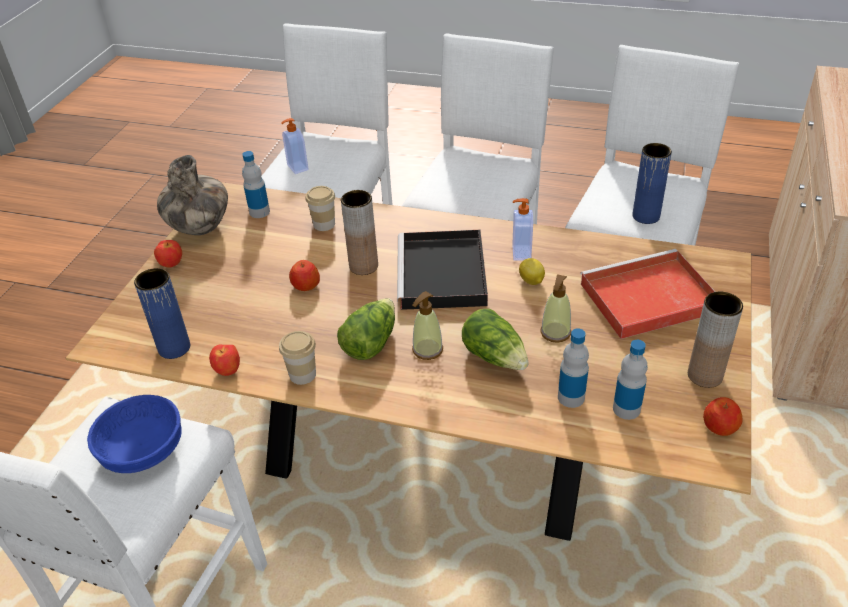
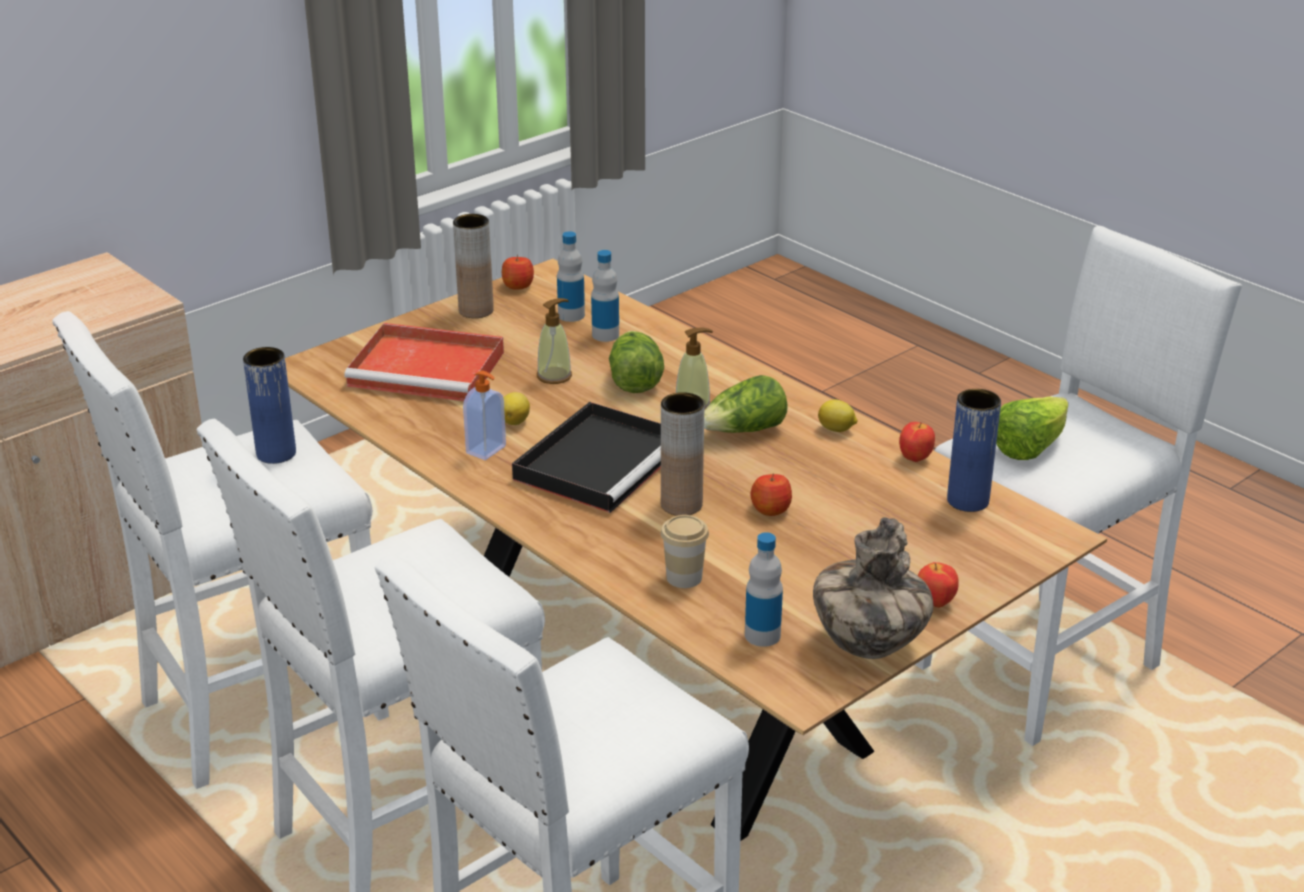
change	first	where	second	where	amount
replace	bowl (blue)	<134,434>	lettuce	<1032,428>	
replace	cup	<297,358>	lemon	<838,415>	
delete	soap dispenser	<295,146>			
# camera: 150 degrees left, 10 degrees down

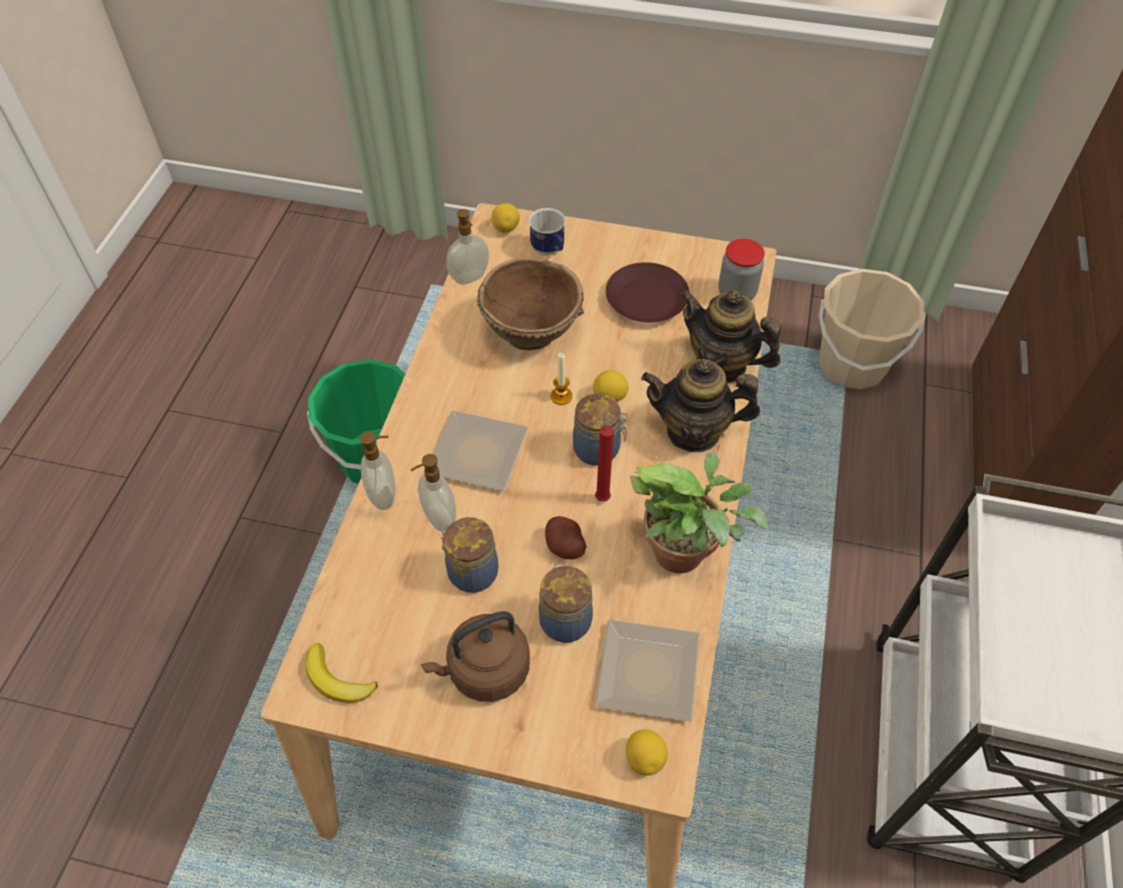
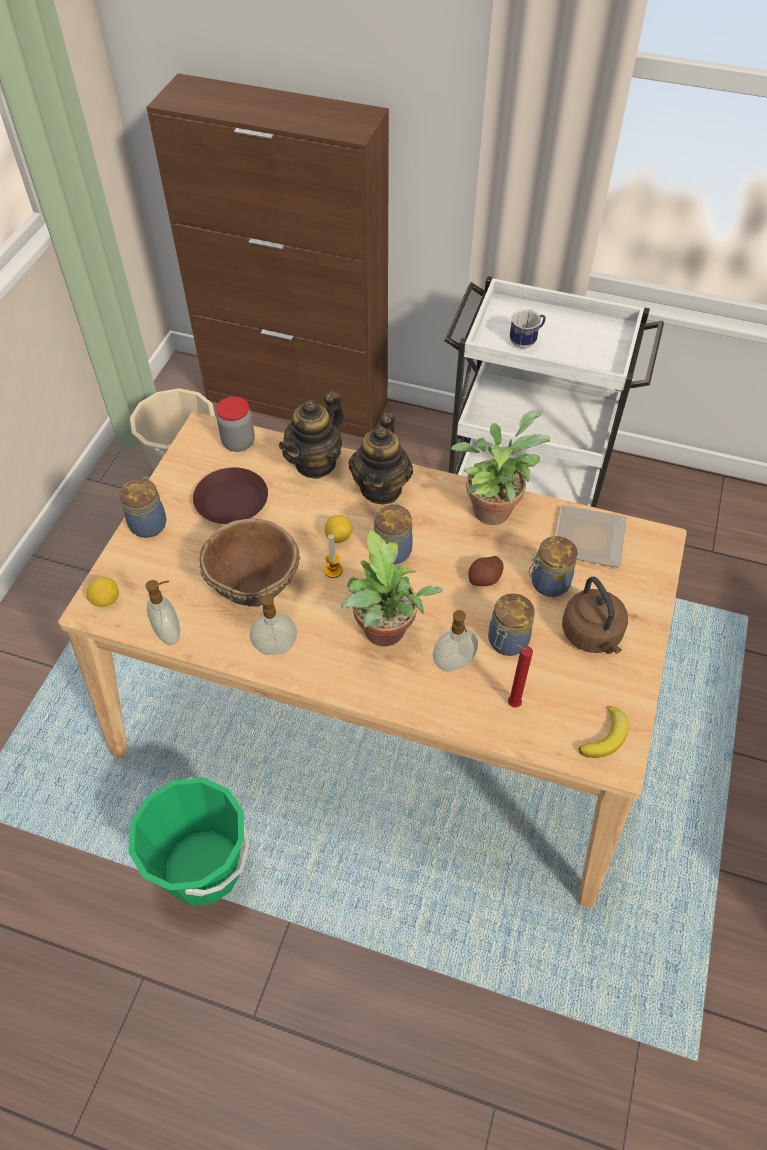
change	first	where	second	where	amount
move	soap dispenser	<378,471>		<273,621>	
replace	plate	<480,450>	potted plant	<392,588>	
move	mug	<547,232>		<528,329>	
move	candle (red)	<604,456>		<520,676>	
delete	lemon	<647,752>			
insert			jar	<142,507>	
# camera: 85 degrees left, 0 degrees up

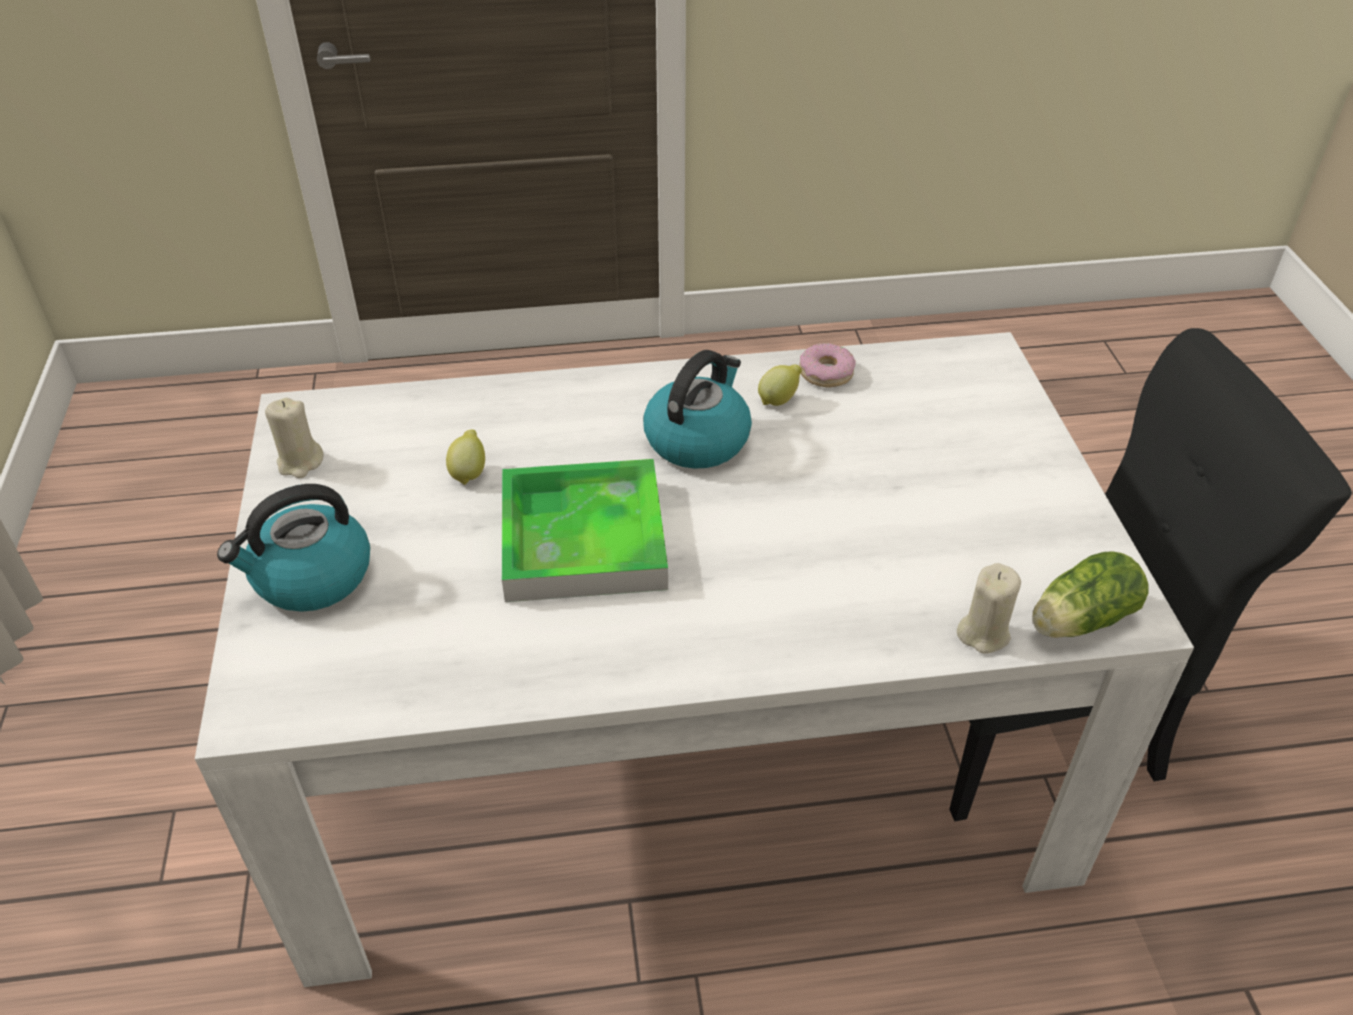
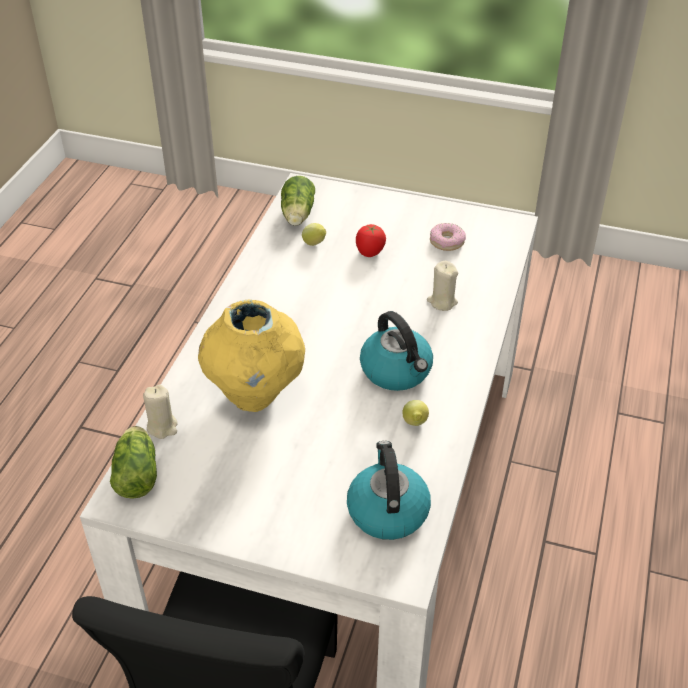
change	first	where	second	where	amount
move	kettle	<293,548>		<389,490>	
move	candle (beige)	<294,438>		<442,286>	
move	lemon	<465,457>		<314,234>	
delete	tray	<585,530>			
move	donut	<827,365>		<448,237>	
insert			vase (yellow)	<251,356>	
insert			lettuce	<298,201>	
insert			tomato	<371,240>	
# camera: 115 degrees right, 0 degrees up

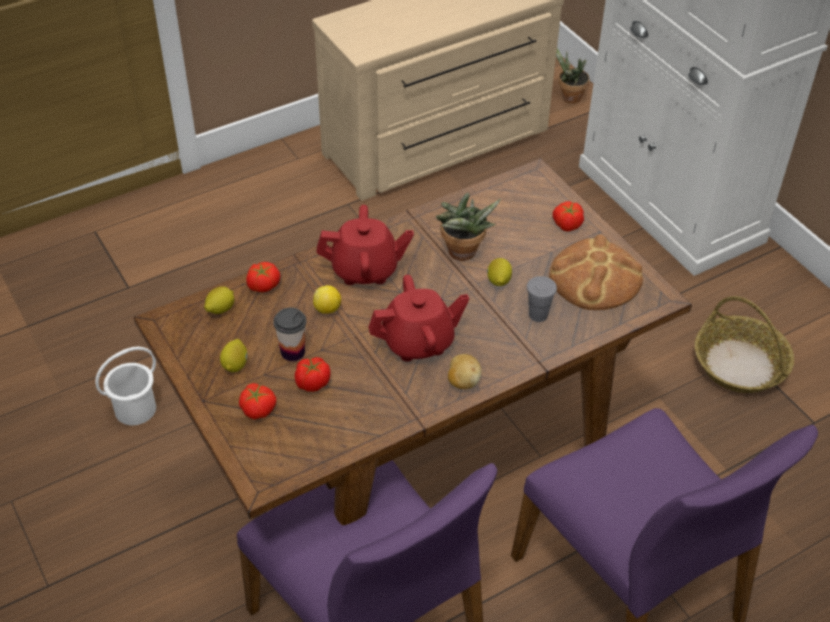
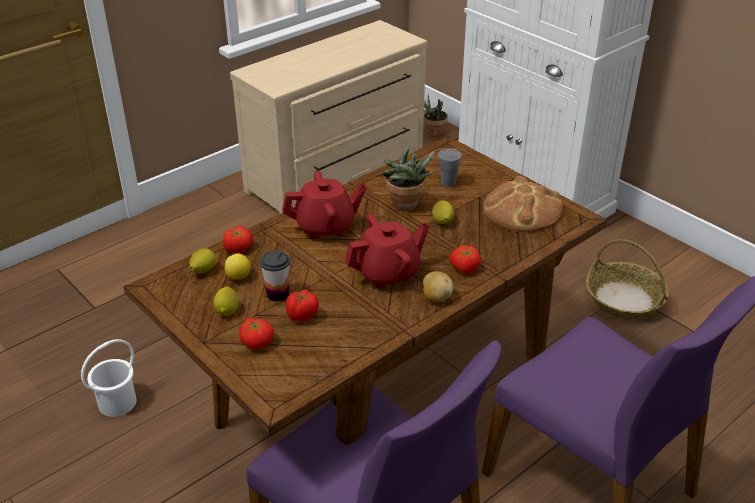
change	first	where	second	where	amount
move	lemon	<327,299>		<238,267>	
move	cup (grey)	<542,299>		<450,168>	
move	tomato	<568,216>		<465,259>	
# camera: 10 degrees left, 10 degrees down

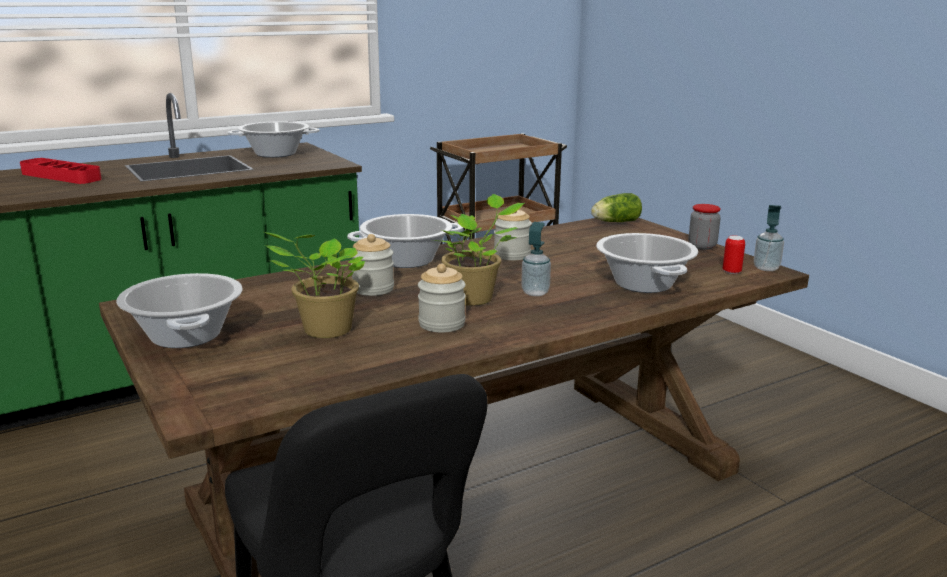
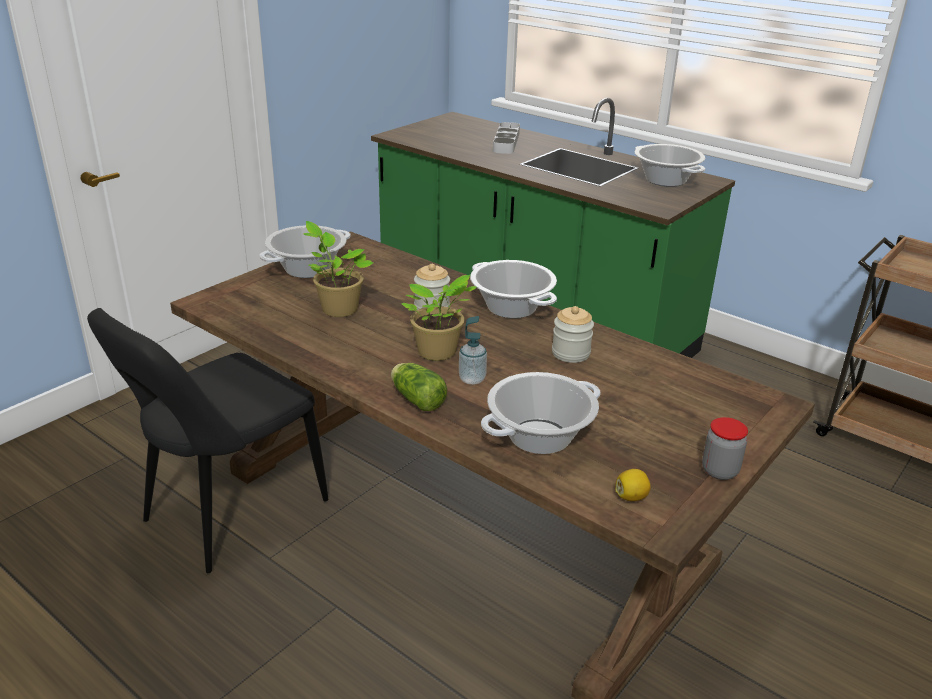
change	first	where	second	where	amount
recolor	tray (red)	<61,171>	tray (grey)	<506,138>	
delete	jar	<442,298>			
move	lettuce	<616,207>		<419,387>	
replace	can	<734,255>	lemon	<633,485>	
delete	soap dispenser	<769,238>			
# camera: 70 degrees right, 10 degrees up

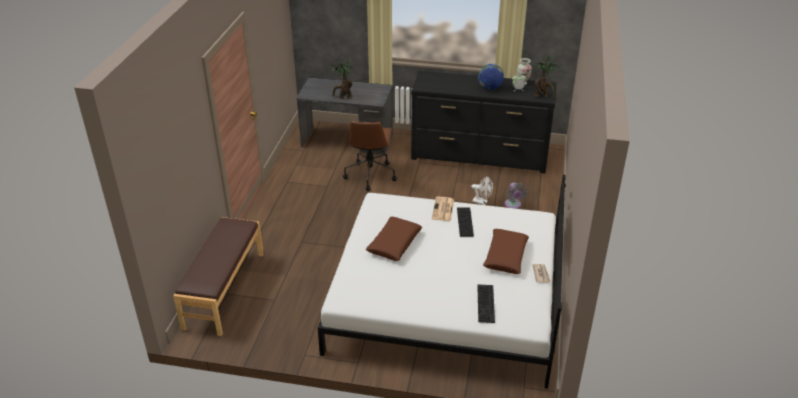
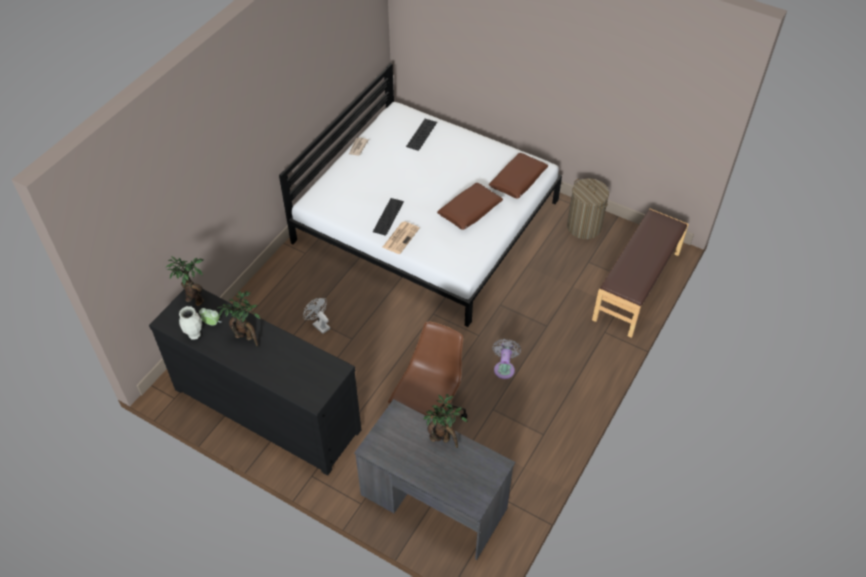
change	first	where	second	where	amount
replace	globe	<491,77>	potted plant	<239,319>	
move	pillow (brown)	<506,251>		<518,175>	
move	fan (grey)	<516,196>		<507,359>	
insert			laundry basket	<588,209>	
# camera: 160 degrees left, 15 degrees up

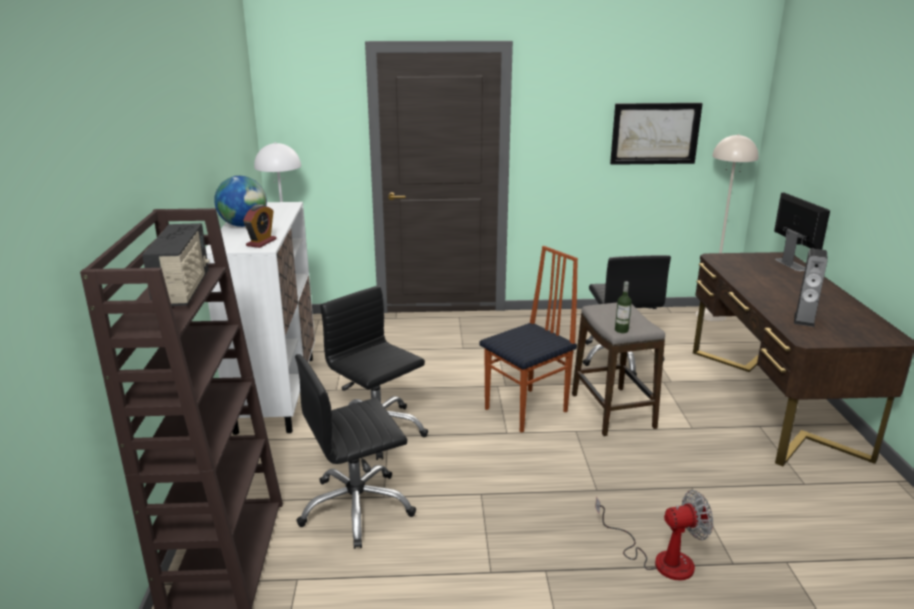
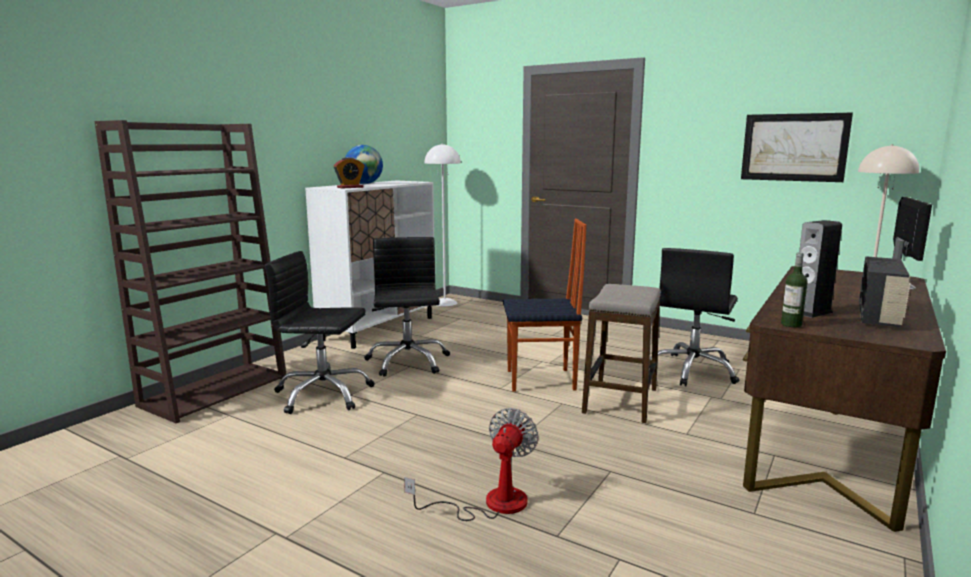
change	first	where	second	where	amount
move	radio	<176,264>		<884,292>	
rotate	fan	<654,535>		<471,464>	90 degrees counterclockwise
move	bottle	<623,307>		<794,289>	
# camera: 35 degrees right, 10 degrees down

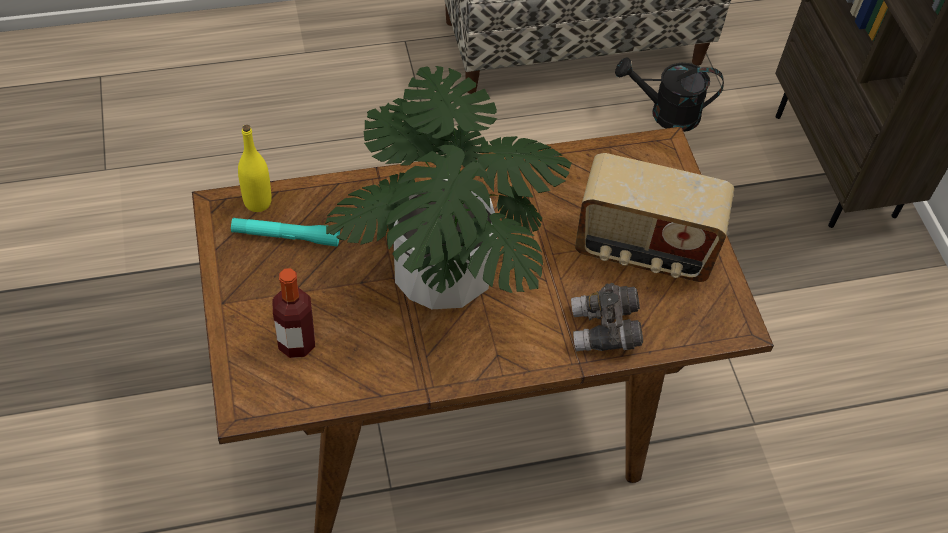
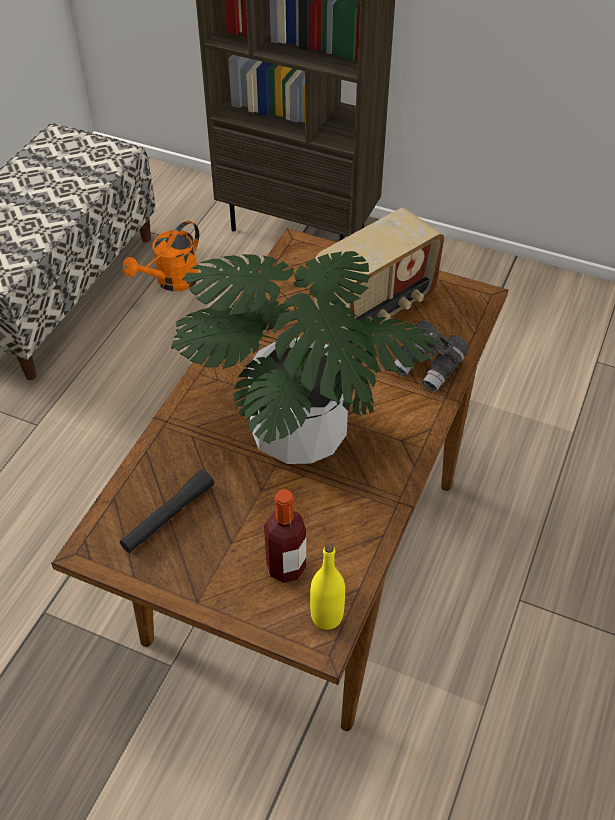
change	first	where	second	where	amount
recolor	flashlight (turquoise)	<285,232>	flashlight (black)	<167,511>	
move	bottle (yellow)	<255,168>		<327,587>	
recolor	watering can (black)	<669,94>	watering can (orange)	<161,256>	
# camera: 50 degrees left, 5 degrees down

